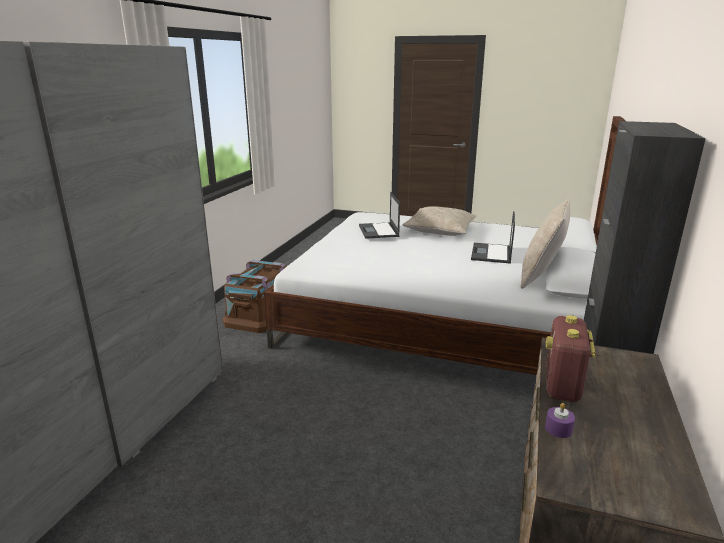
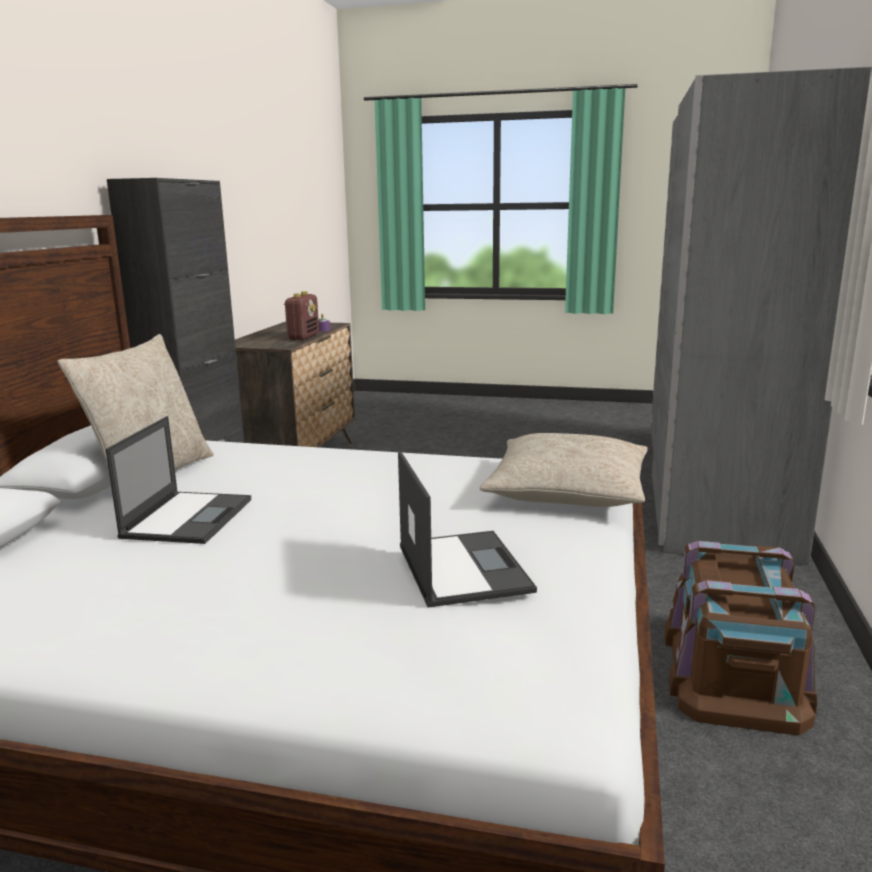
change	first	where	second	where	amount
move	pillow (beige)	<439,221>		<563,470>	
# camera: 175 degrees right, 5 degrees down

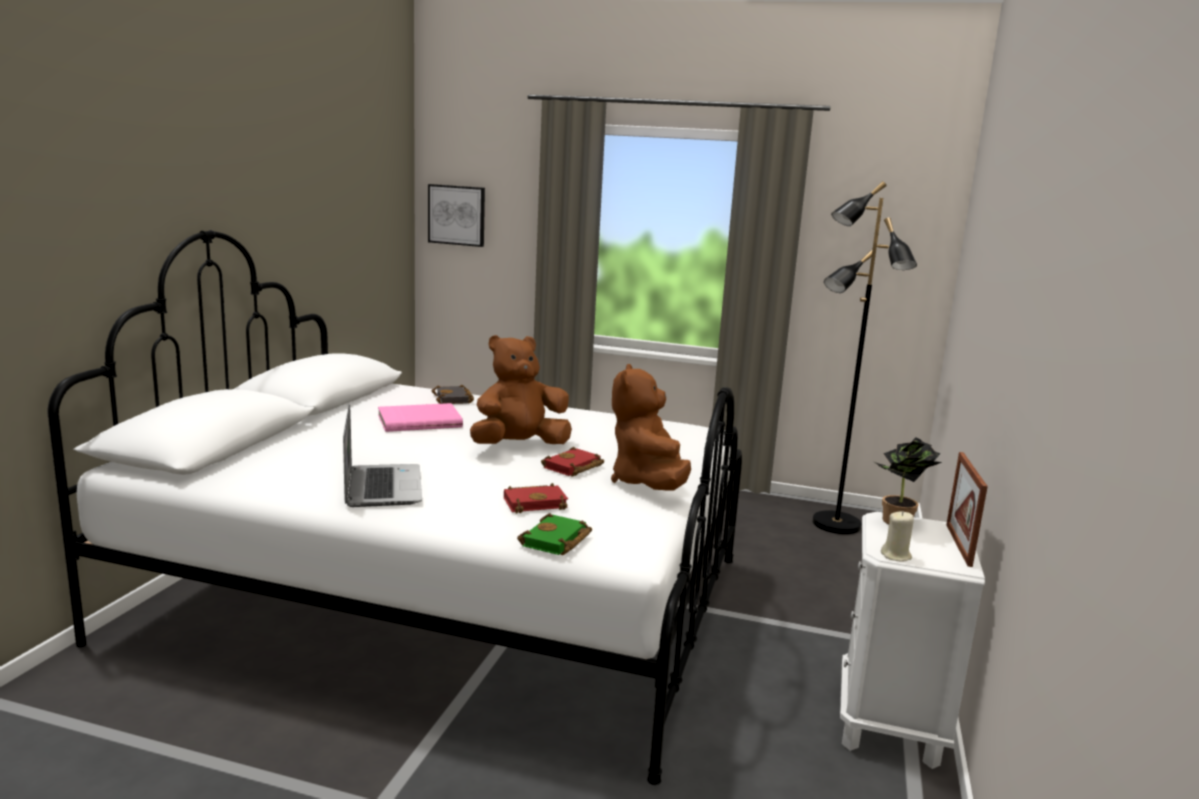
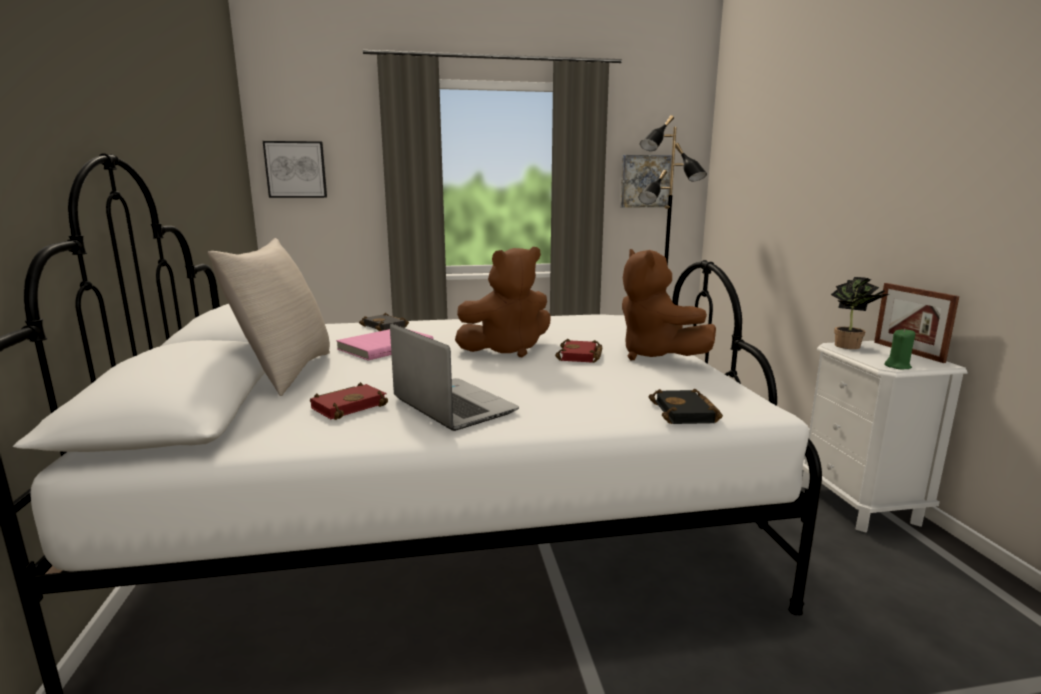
change	first	where	second	where	amount
rotate	plush toy (brown)	<521,389>		<503,302>	150 degrees counterclockwise
move	book (red)	<536,498>		<349,401>	
recolor	book (green)	<554,534>	book (black)	<686,406>	
recolor	candle (beige)	<897,536>	candle (green)	<899,348>	
insert			pillow (beige)	<269,317>	
insert			picture	<646,181>	
# camera: 25 degrees left, 0 degrees up

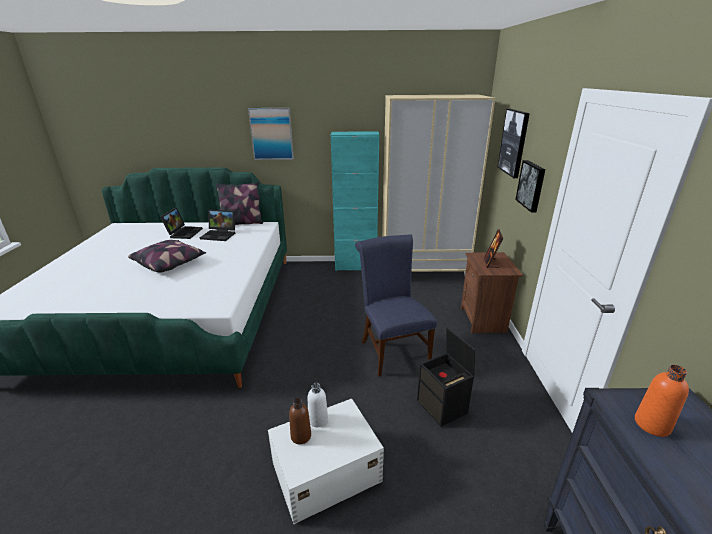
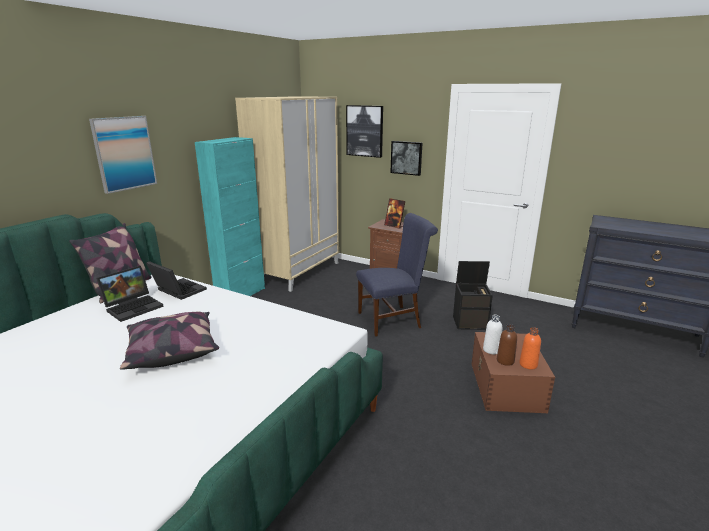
change	first	where	second	where	amount
move	laptop	<181,223>		<176,280>	
recolor	storage box (white)	<326,461>	storage box (brown)	<513,372>	
rotate	chair (blue)	<396,305>		<397,275>	150 degrees clockwise
move	bottle (orange)	<662,401>		<530,348>	
# camera: 60 degrees left, 5 degrees down

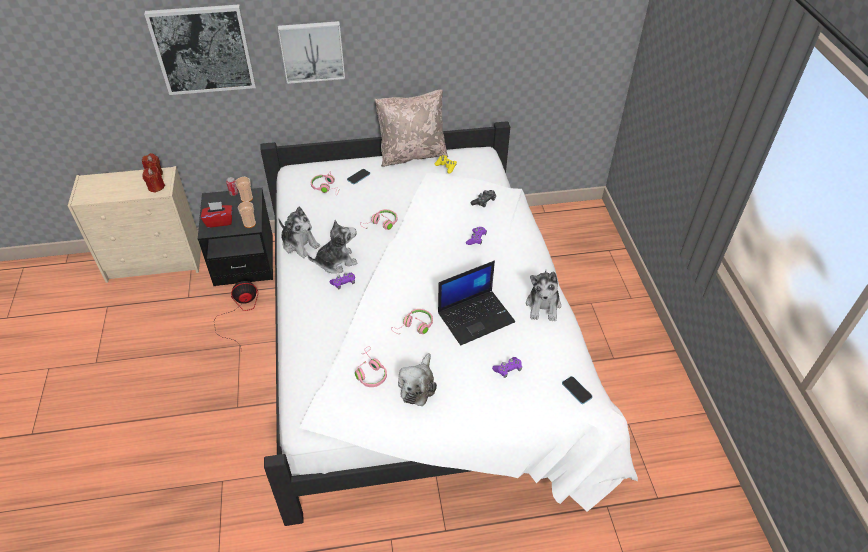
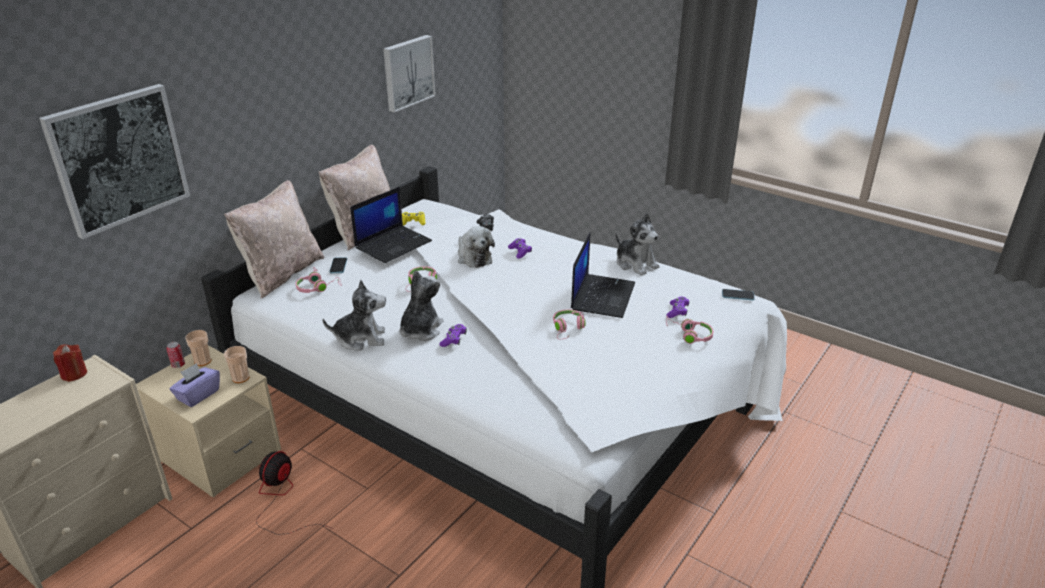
change	first	where	second	where	amount
delete	candle (red)	<153,179>			
recolor	nightstand (black)	<235,237>	nightstand (beige)	<208,421>	
recolor	tissue box (red)	<216,215>	tissue box (purple)	<194,385>	
move	picture	<311,52>		<409,74>	
move	headphones (pink)	<371,366>		<689,330>	
move	plush toy	<417,379>		<476,247>	
insert			pillow (beige)	<274,239>	
insert			laptop	<391,225>	
# camera: 45 degrees left, 15 degrees down

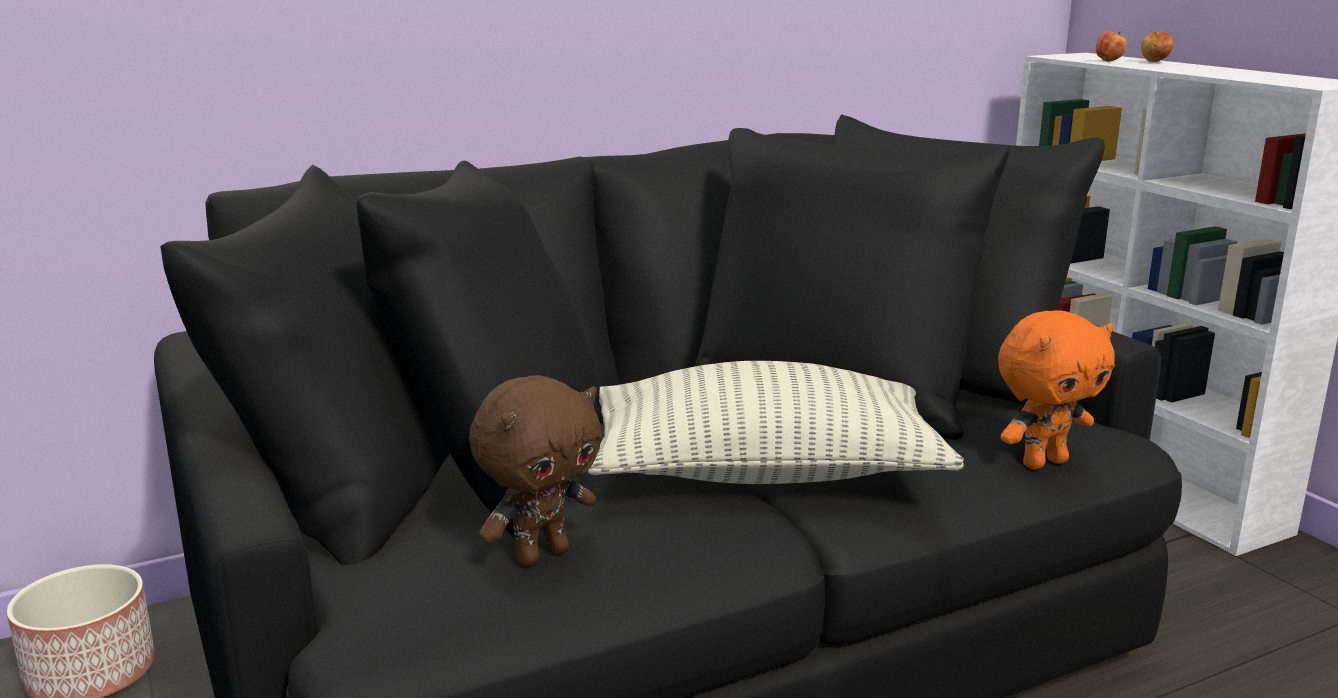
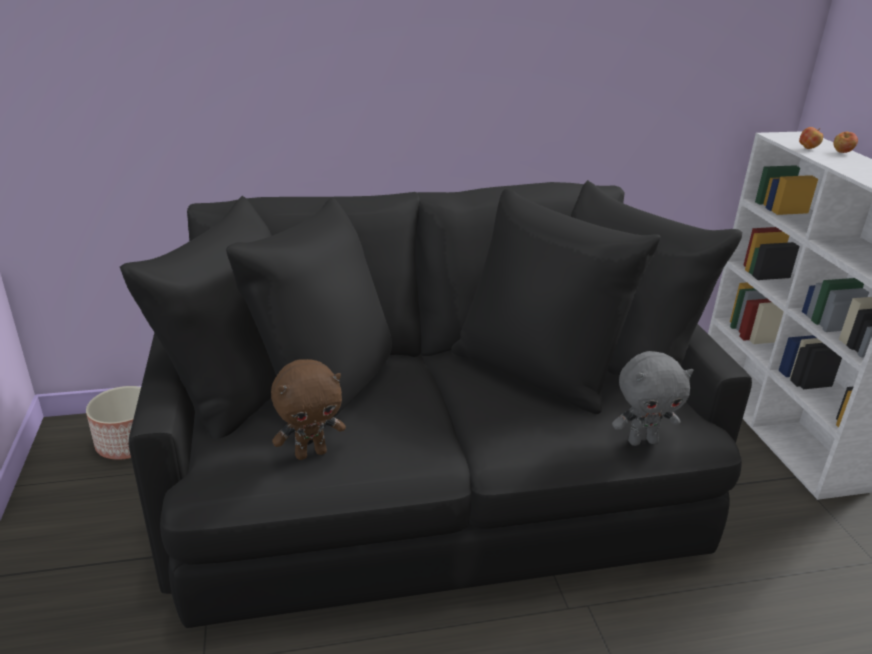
change	first	where	second	where	amount
delete	pillow	<775,422>			
recolor	plush toy (orange)	<1056,389>	plush toy (grey)	<652,398>	
# camera: 15 degrees right, 10 degrees up

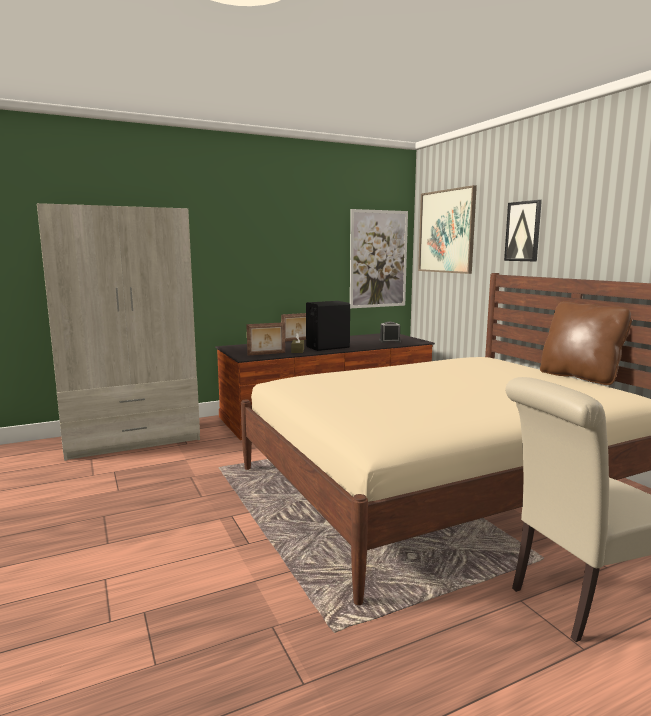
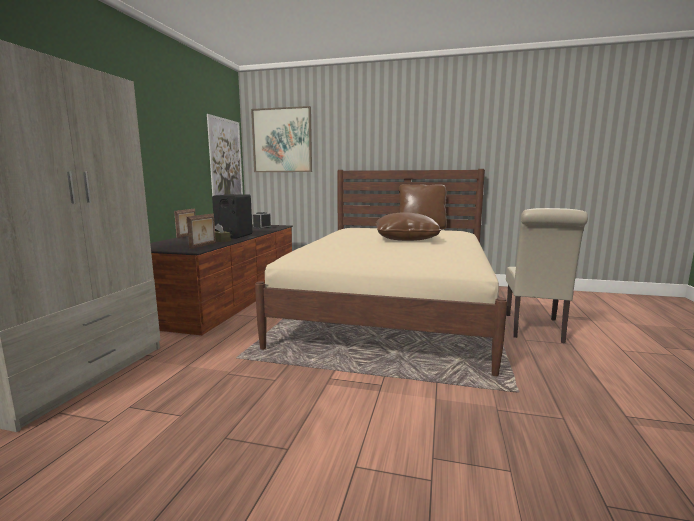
change	first	where	second	where	amount
delete	picture	<523,230>			
insert			pillow (brown)	<408,226>	
# camera: 50 degrees left, 0 degrees up

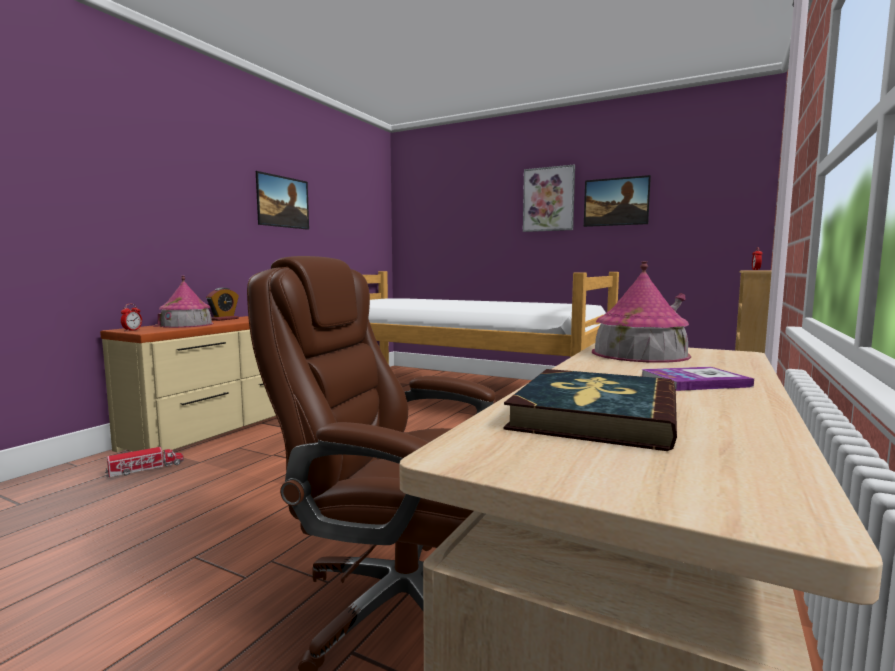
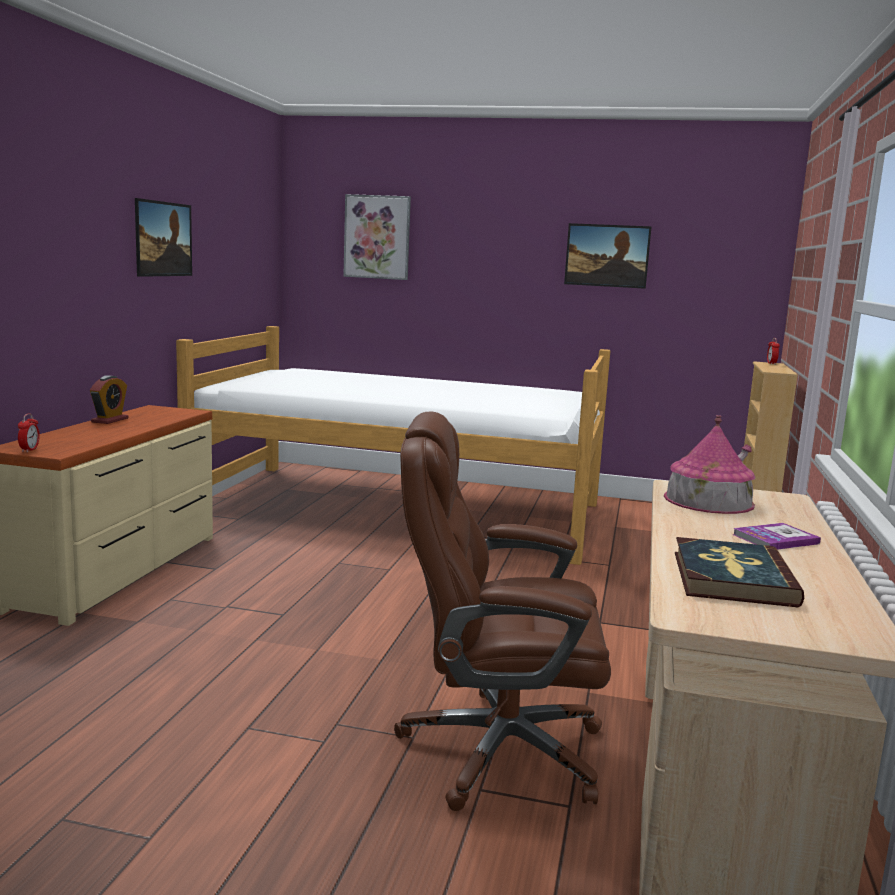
change	first	where	second	where	amount
delete	toy truck	<144,462>			
delete	toy house	<183,302>			
move	picture	<549,198>		<377,237>	
# camera: 15 degrees left, 5 degrees up

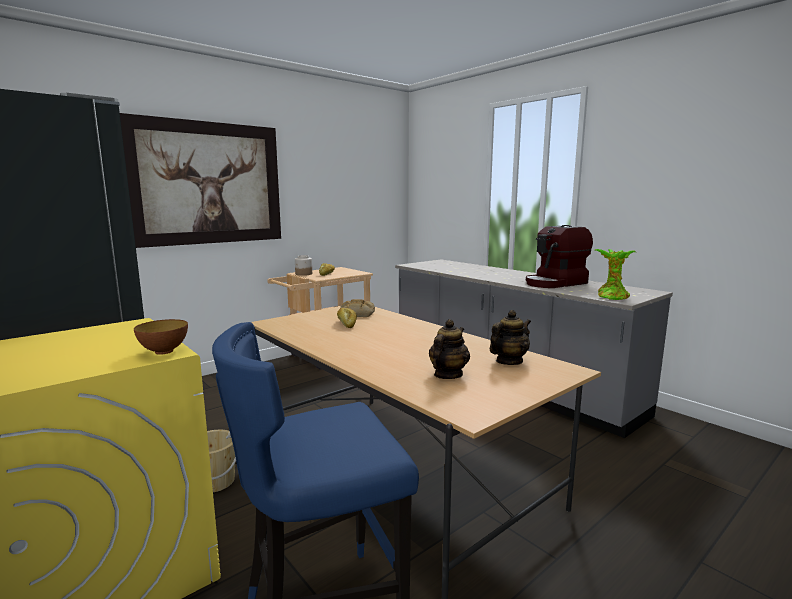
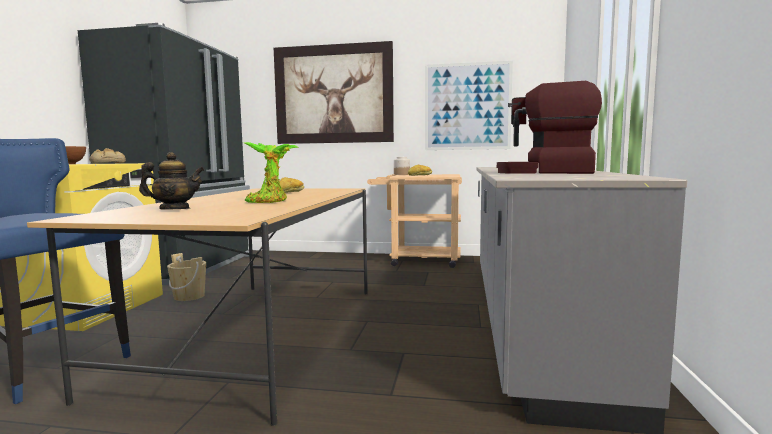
change	first	where	second	where	amount
move	bread	<357,308>		<107,156>	
delete	teapot	<510,337>			
move	potted plant	<615,274>		<271,172>	
insert			picture	<469,105>	
# camera: 50 degrees right, 5 degrees down

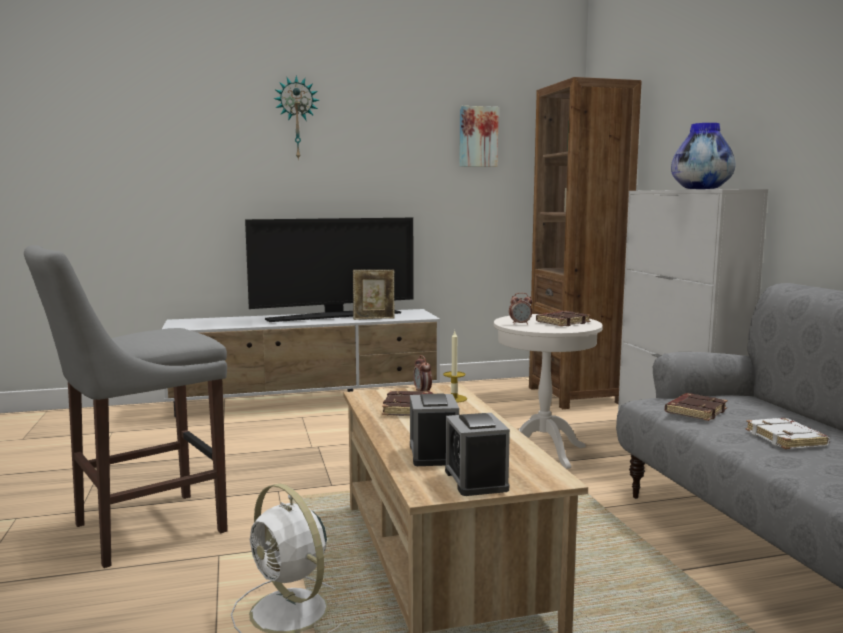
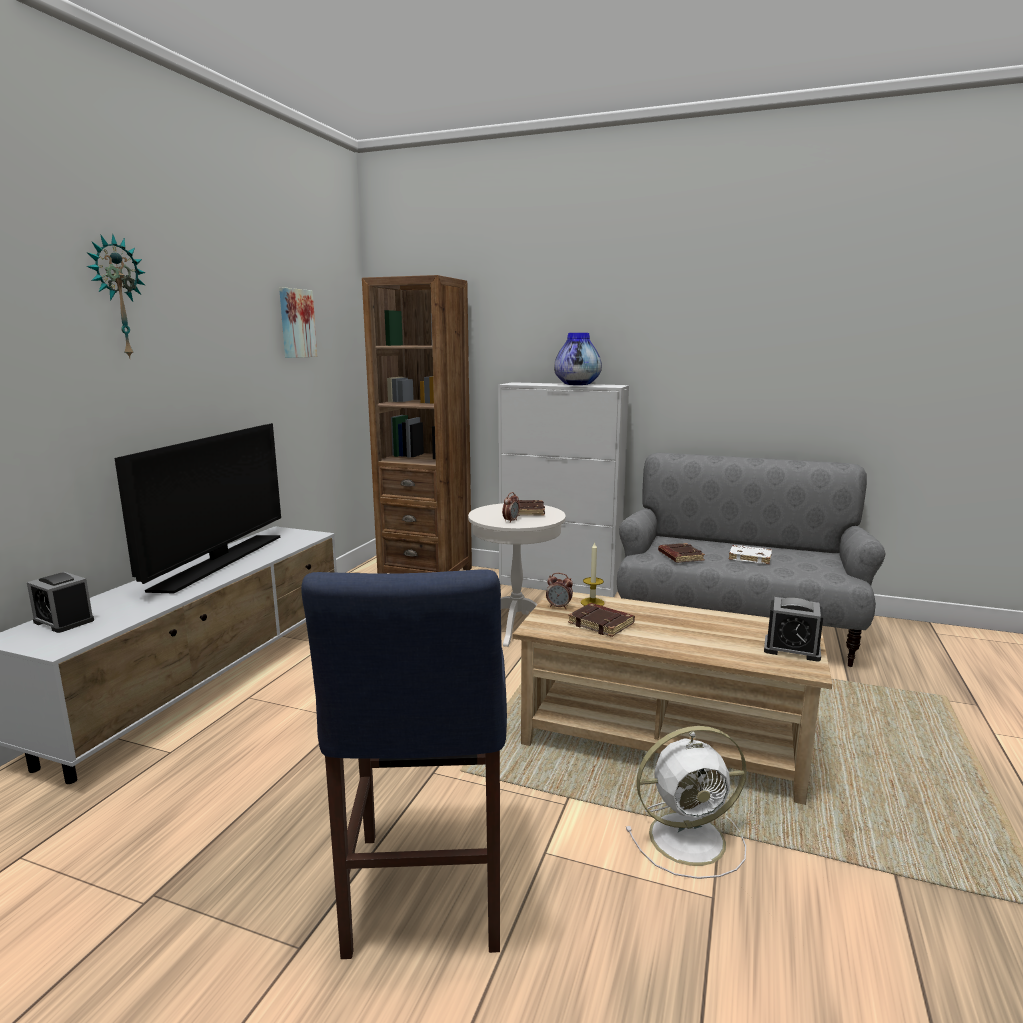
change	first	where	second	where	amount
recolor	stool (grey)	<126,406>	stool (blue)	<404,764>	
delete	picture frame	<374,295>			
move	alarm clock	<434,429>		<60,602>	
# camera: 55 degrees left, 5 degrees up

